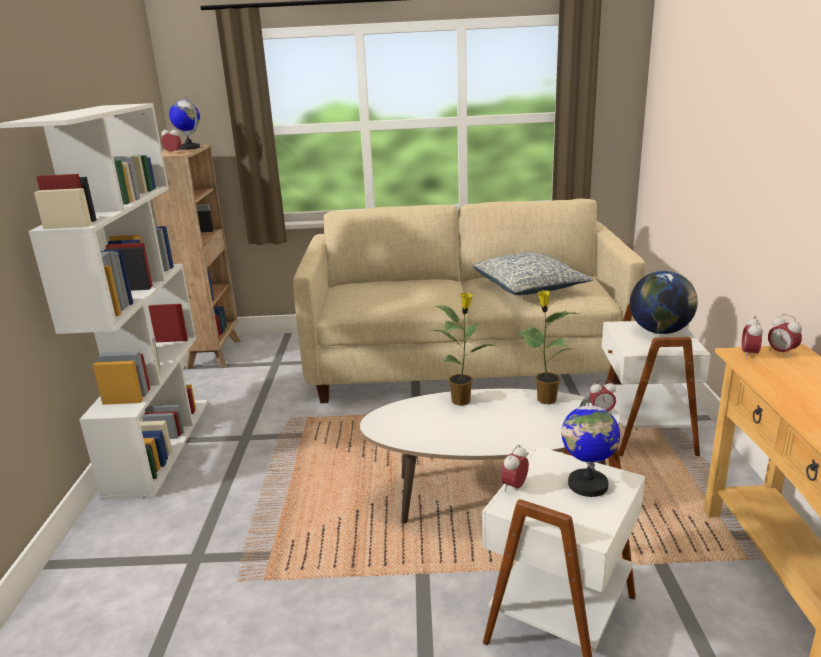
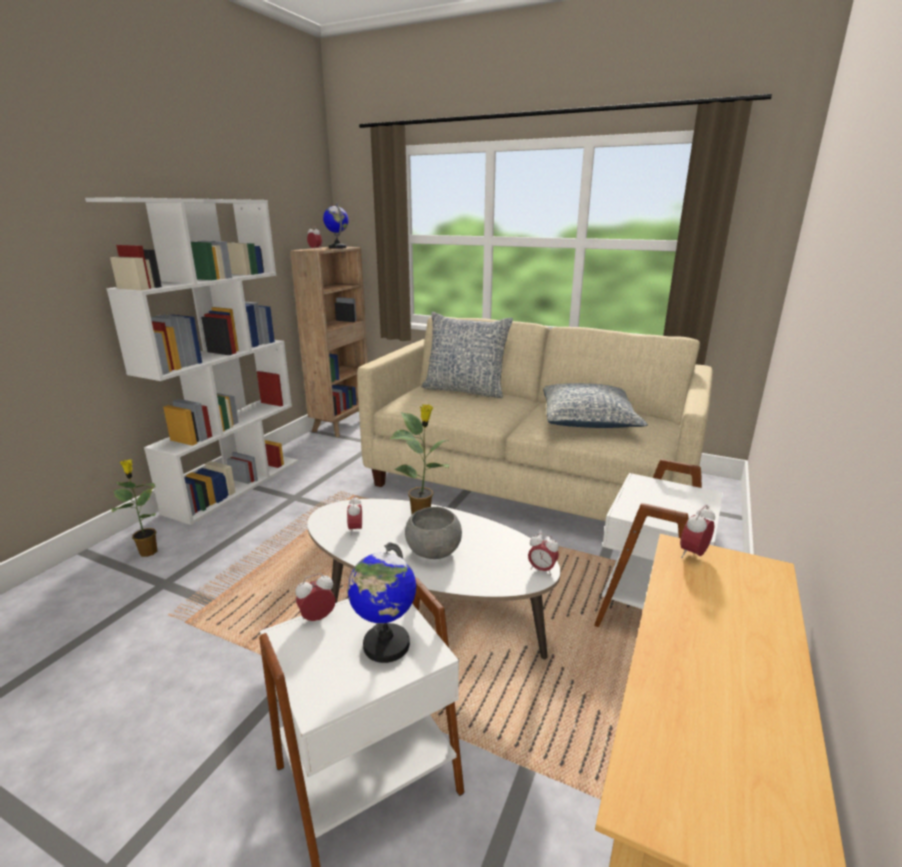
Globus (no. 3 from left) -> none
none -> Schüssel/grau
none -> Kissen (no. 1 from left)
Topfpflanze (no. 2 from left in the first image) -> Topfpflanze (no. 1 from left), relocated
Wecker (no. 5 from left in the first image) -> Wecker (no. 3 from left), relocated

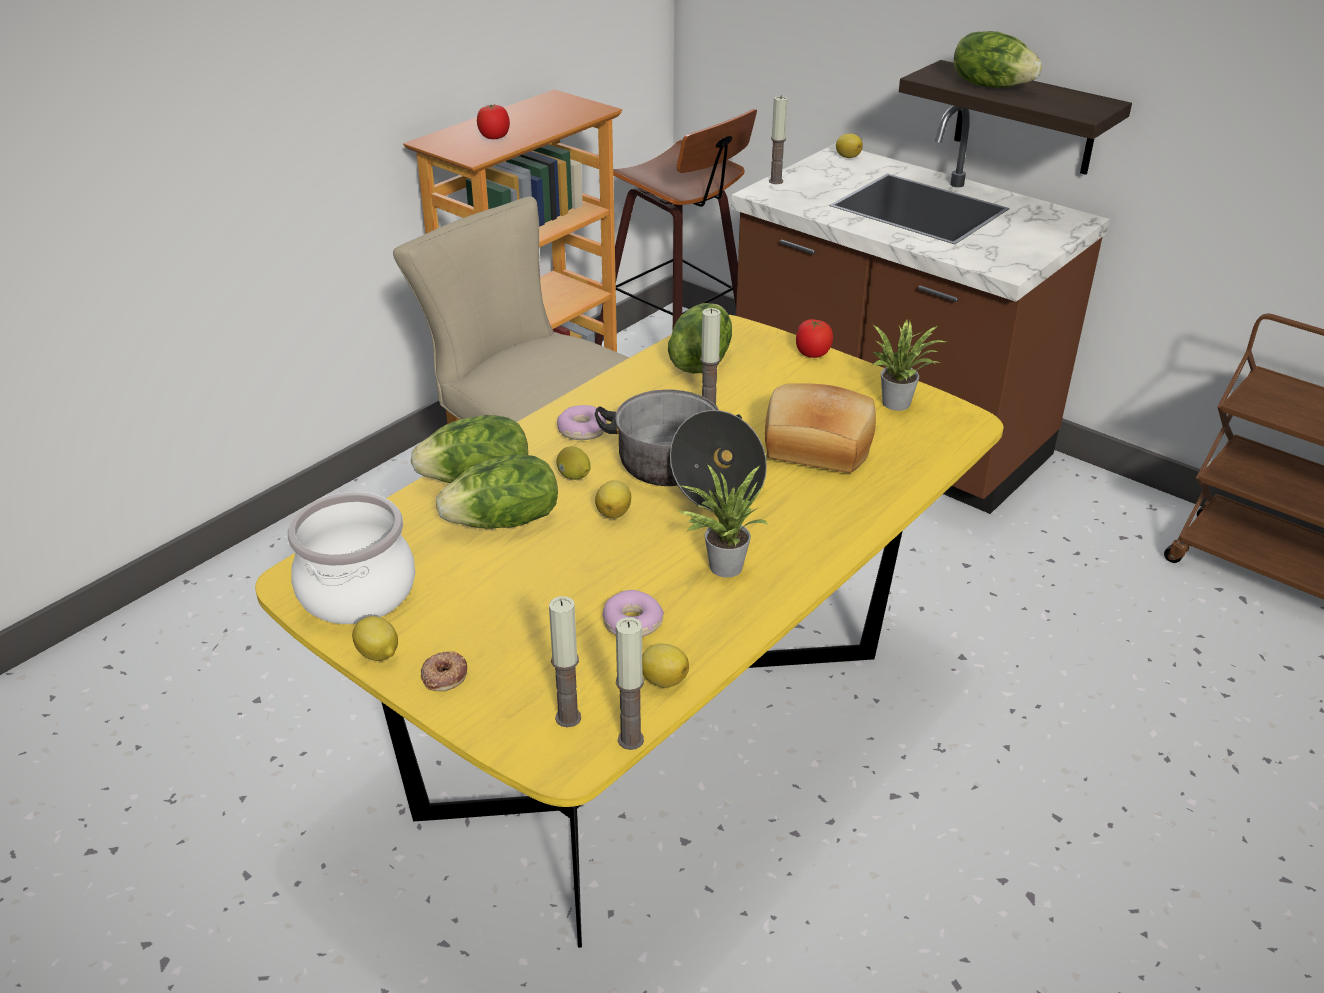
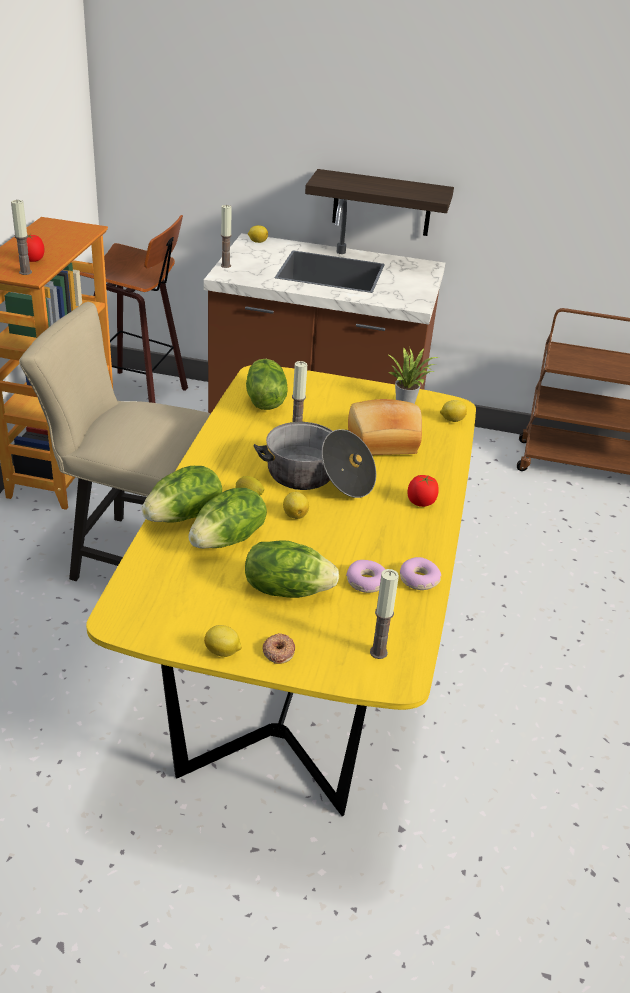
Kochtopf (no. 1 from left) -> none
Topfpflanze (no. 1 from left) -> none
Donut (no. 2 from left in the first image) -> Donut (no. 3 from left), relocated
Kerze (no. 2 from left in the first image) -> Kerze (no. 1 from left), relocated
Zitrone (no. 4 from left in the first image) -> Zitrone (no. 5 from left), relocated
Tomate (no. 2 from left), relocated
Salatkopf (no. 4 from left), relocated

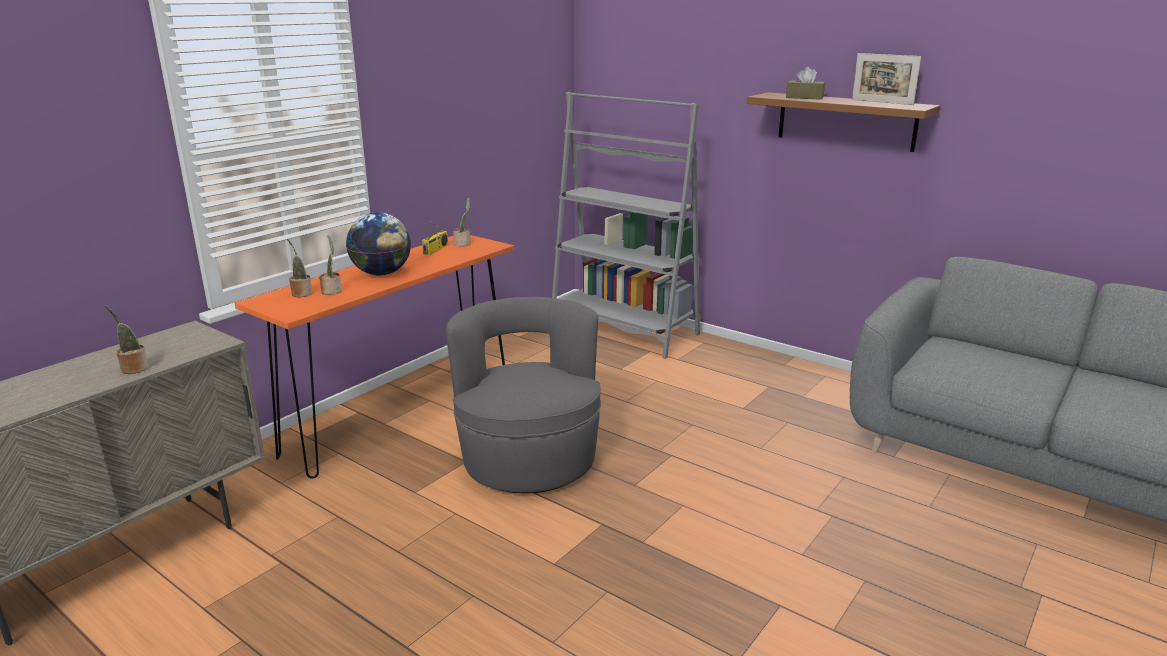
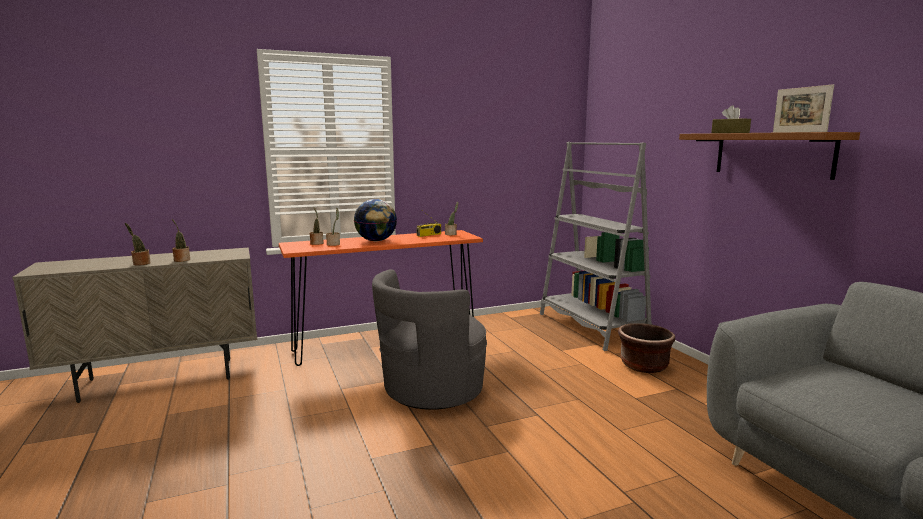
none -> Topfpflanze (no. 1 from left)
none -> Pflanzkübel/braun
Sessel/grau, 150 degrees counterclockwise

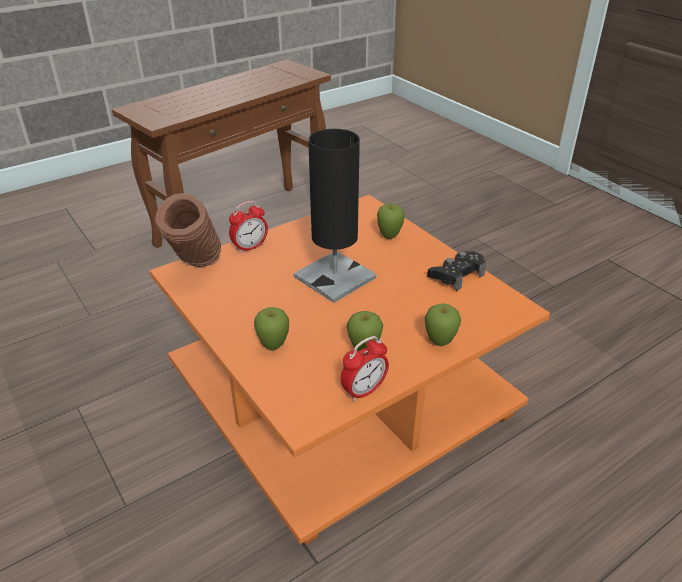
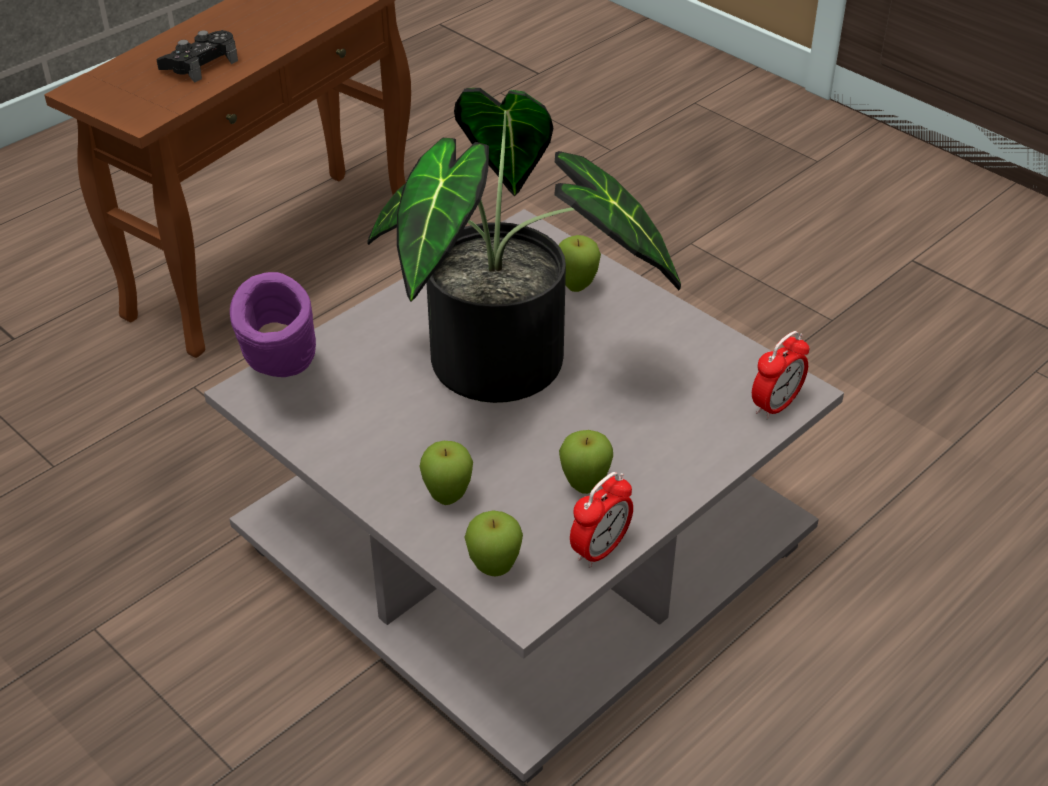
Wecker (no. 1 from left in the first image) -> Wecker (no. 2 from left), relocated
Apfel (no. 4 from left in the first image) -> Apfel (no. 2 from left), relocated
Gamepad/schwarz, relocated
Tischlampe/schwarz -> Topfpflanze
Couchtisch/orange -> Couchtisch/grau
Vase/braun -> Vase/lila

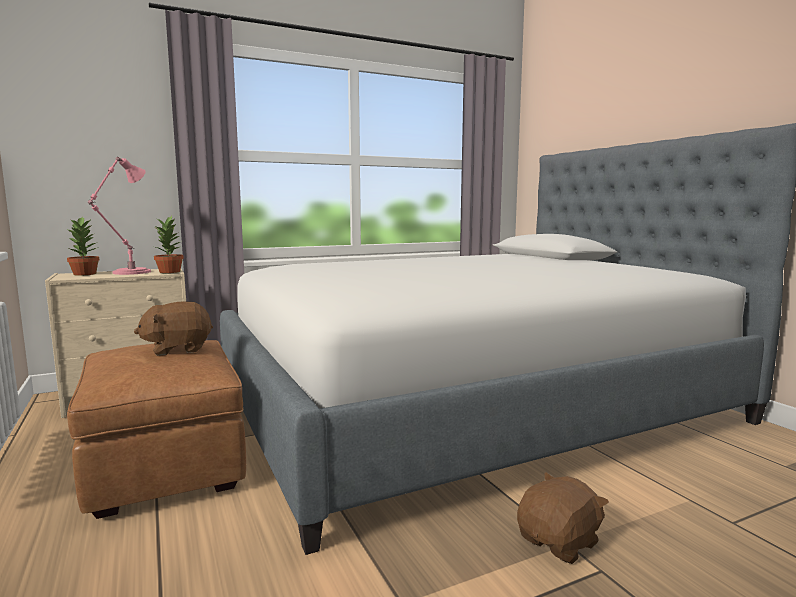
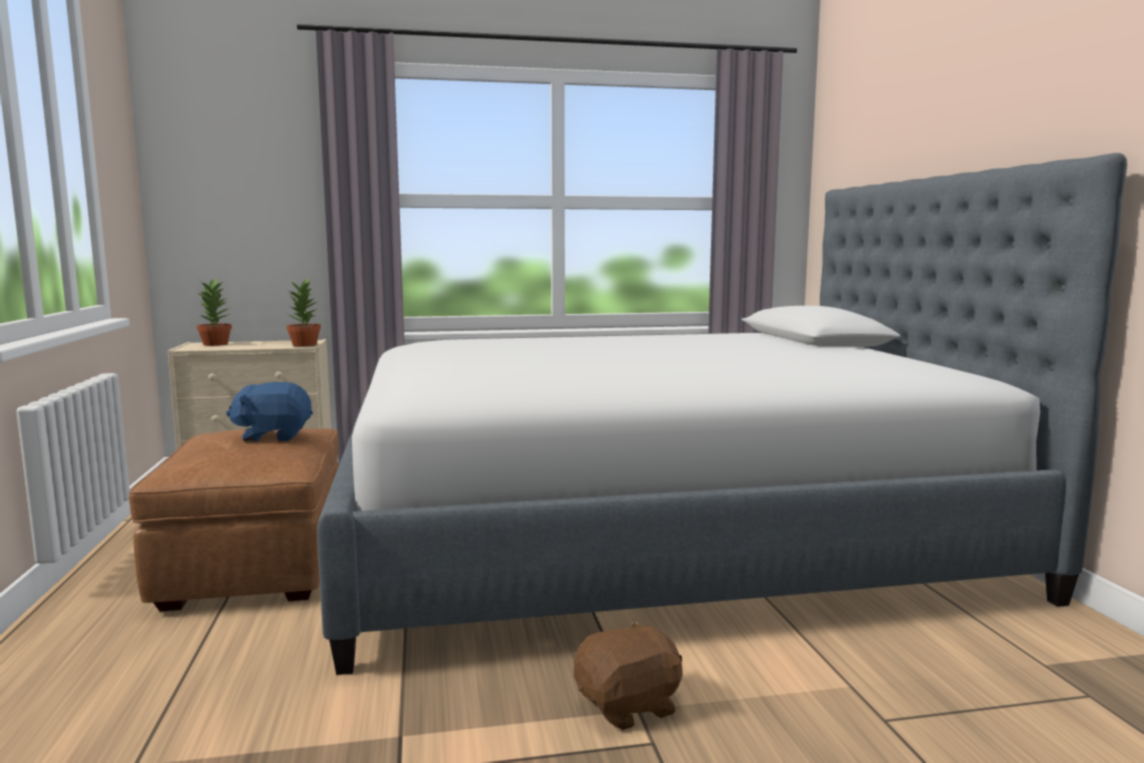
Tischlampe/rosa -> none
Plüschtier/braun (no. 1 from left) -> Plüschtier/blau

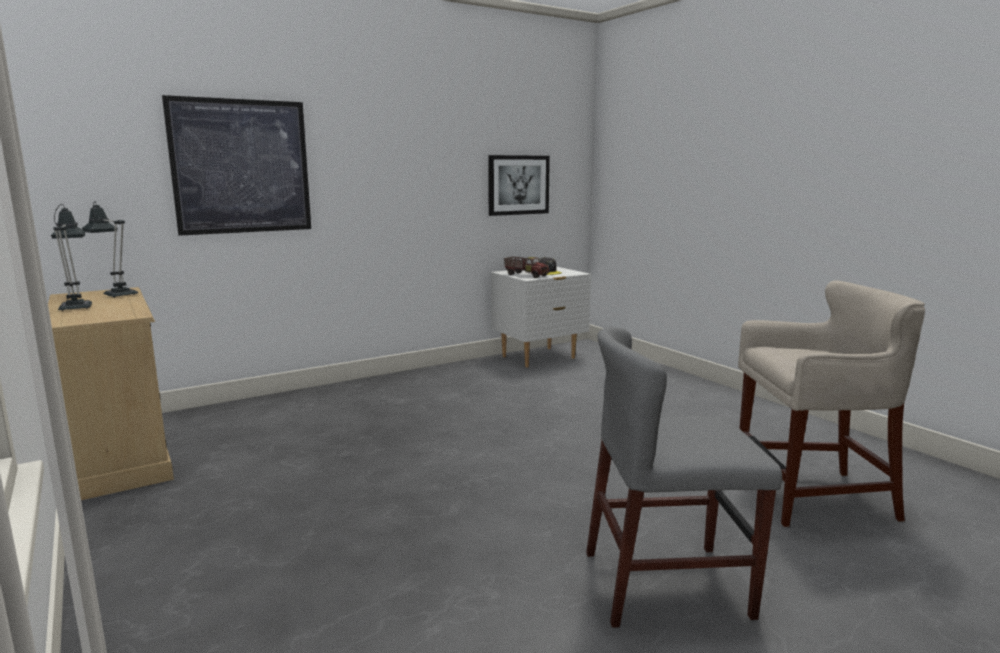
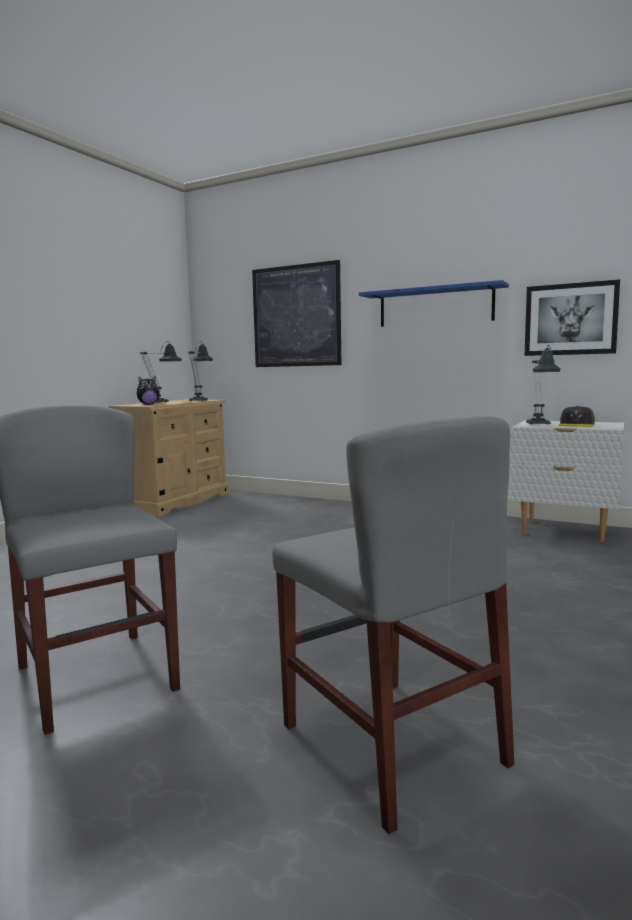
none -> Plüschtier
none -> Wandregal/blau
Spielzeuglaster -> Tischlampe (no. 3 from left)
Hocker/beige -> Stuhl/grau (no. 2 from left)

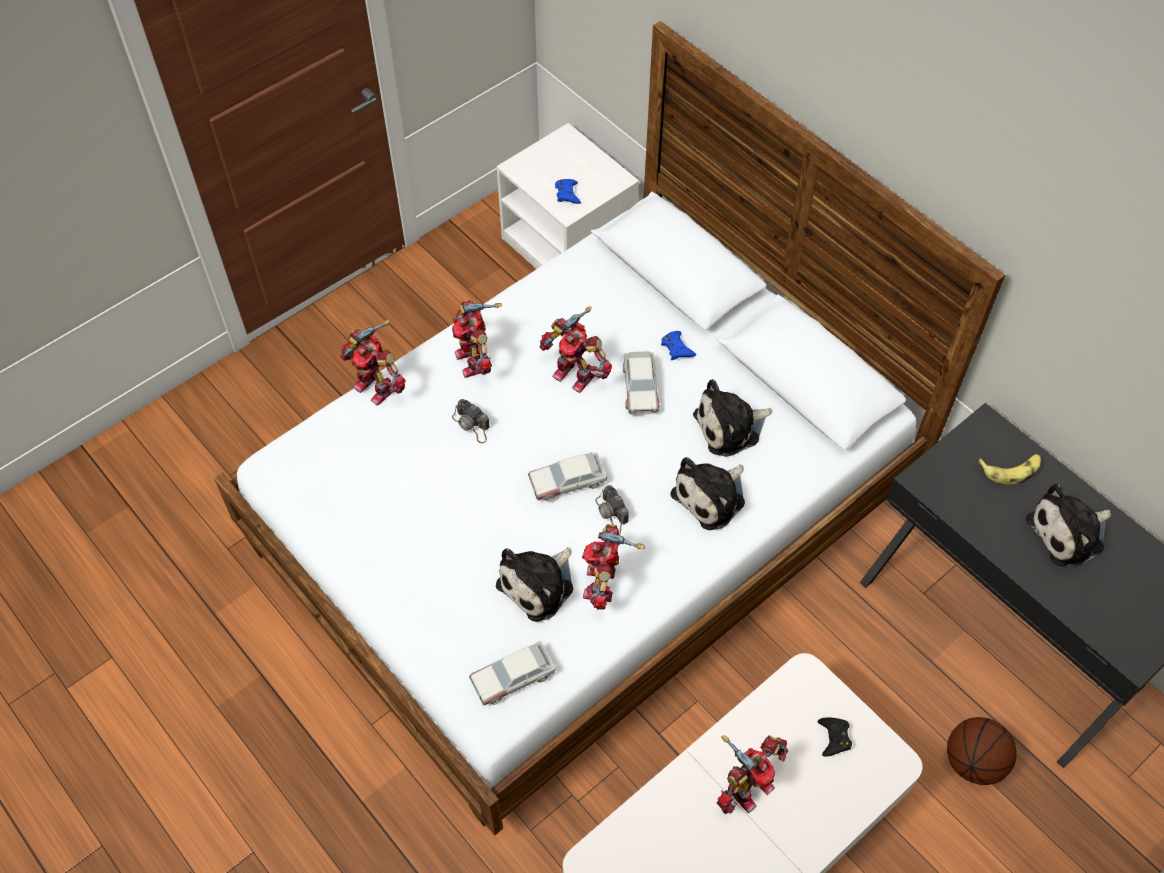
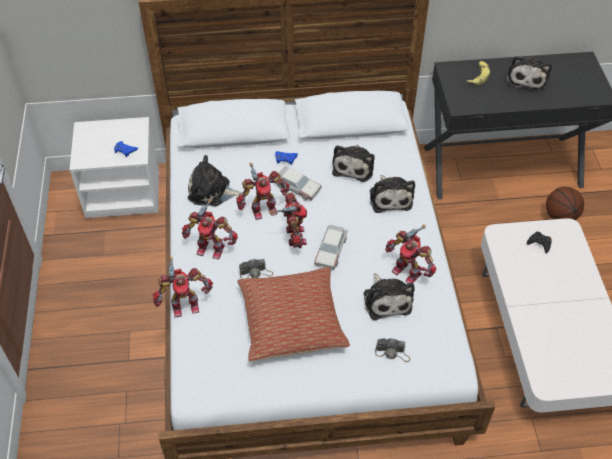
Spielzeugauto (no. 1 from left) -> none
none -> Plüschtier (no. 1 from left)
none -> Kissen
Kamera (no. 2 from left), relocated
Spielzeugroboter (no. 5 from left in the first image) -> Spielzeugroboter (no. 4 from left), relocated

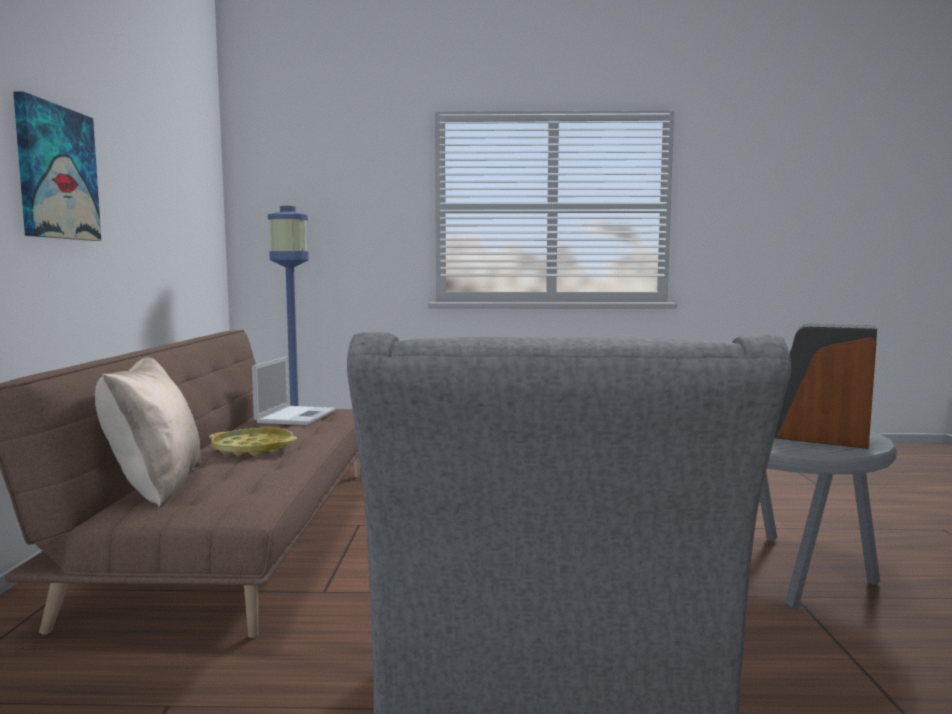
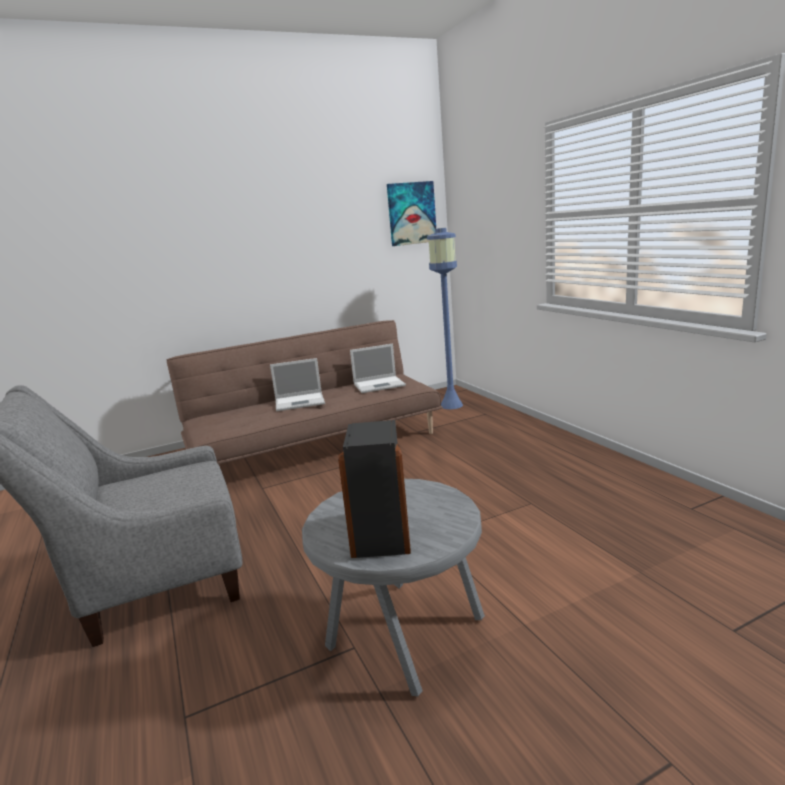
Kissen/beige -> none
Bild, relocated
Tablett/gelb -> Laptop (no. 1 from left)

